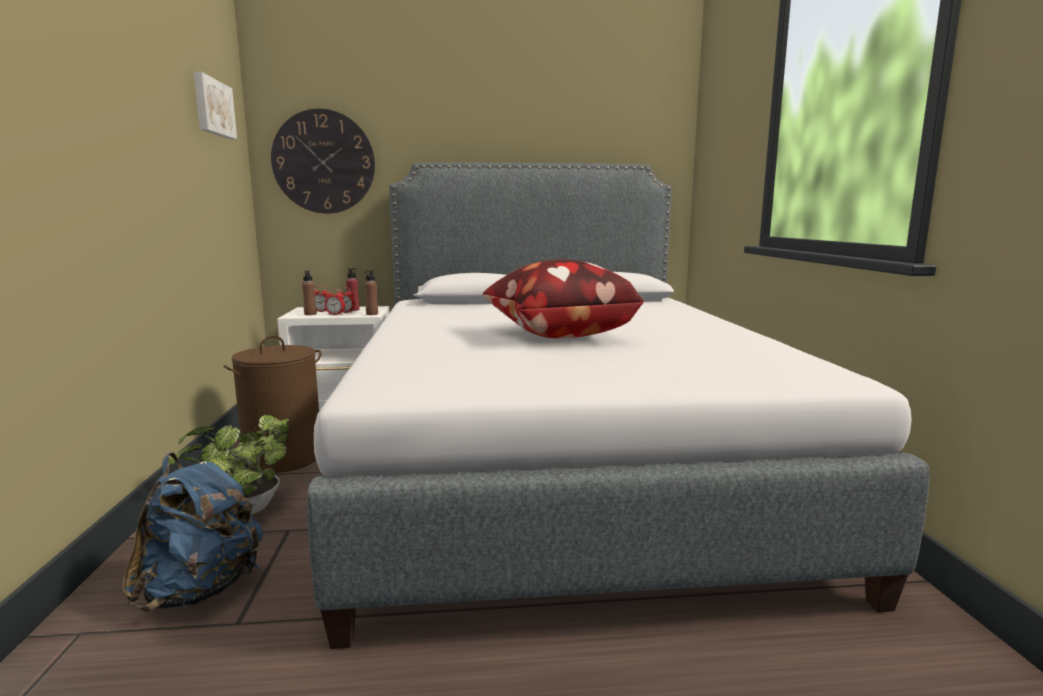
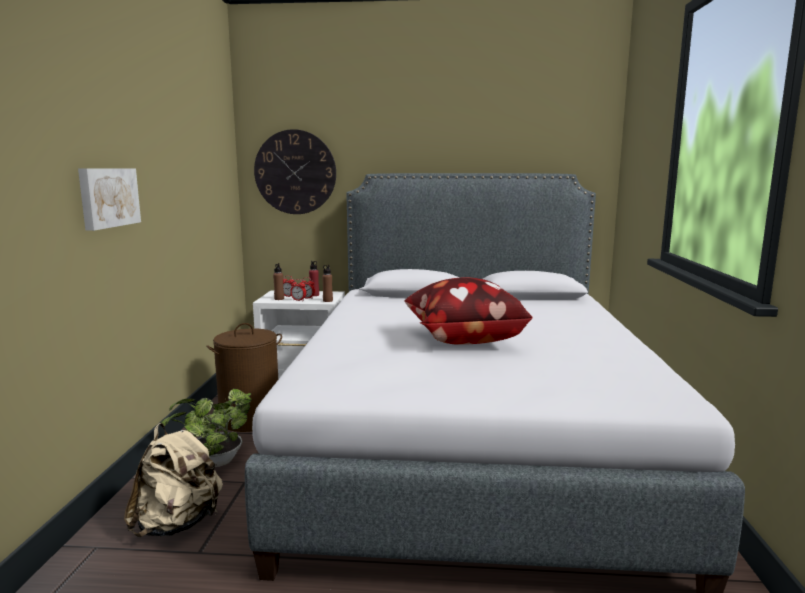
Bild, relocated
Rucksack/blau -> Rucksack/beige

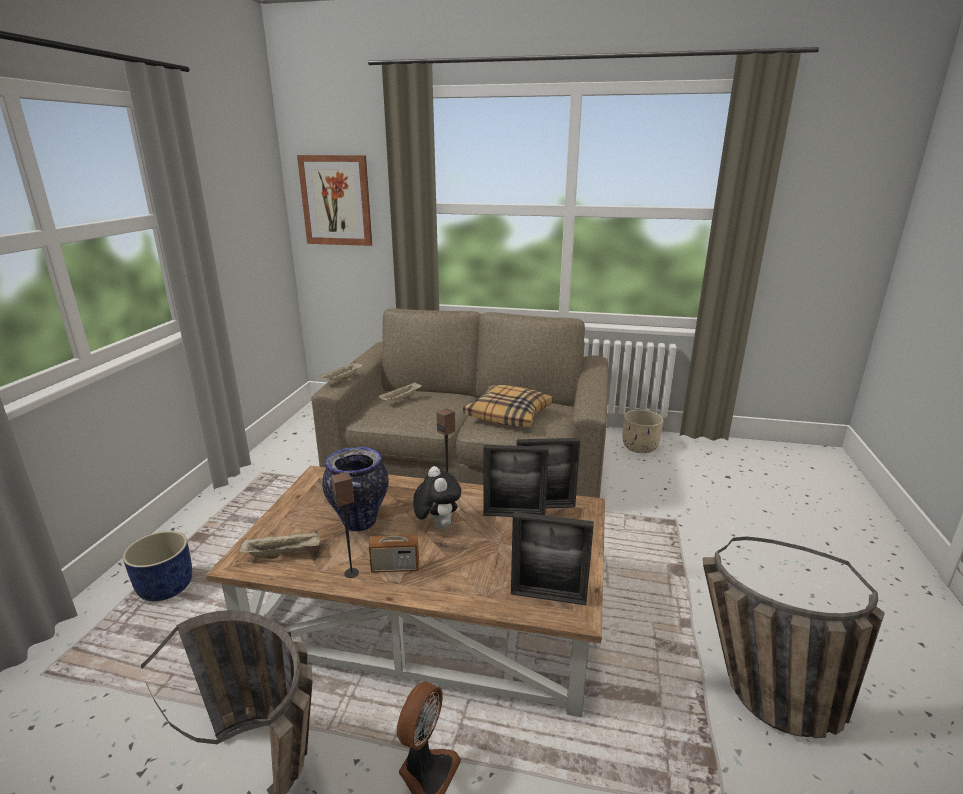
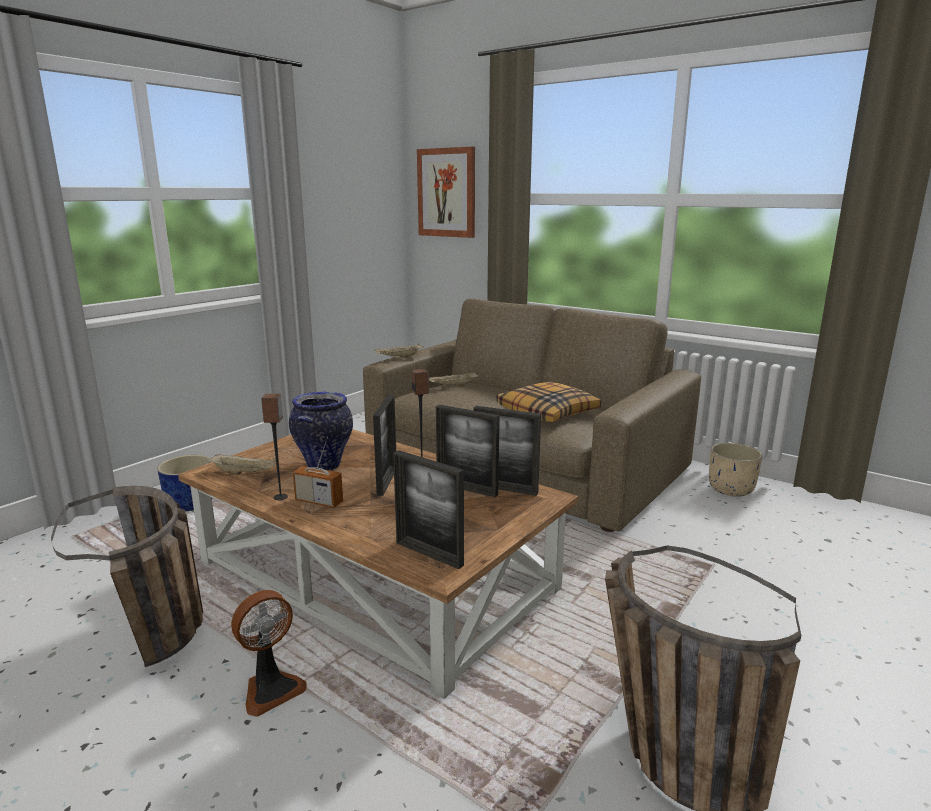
Plüschtier -> Bilderrahmen (no. 1 from left)

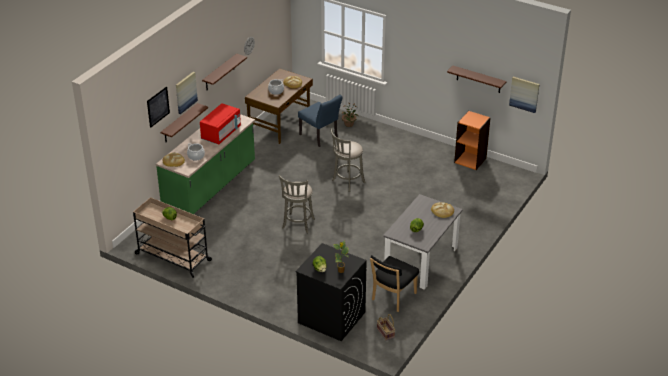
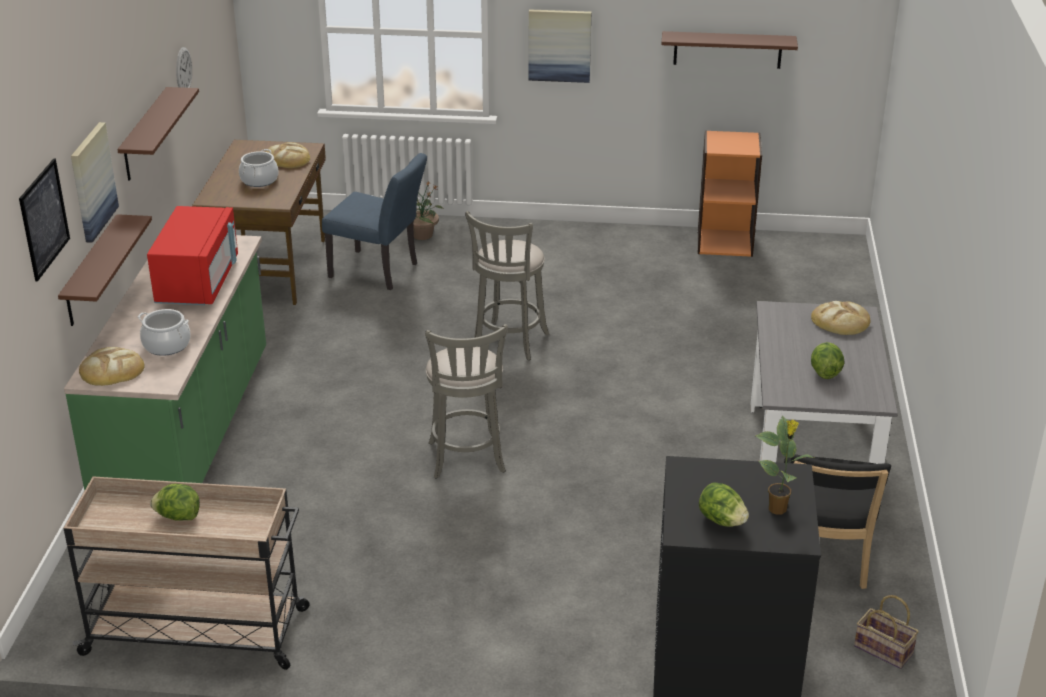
Bild (no. 3 from left), relocated

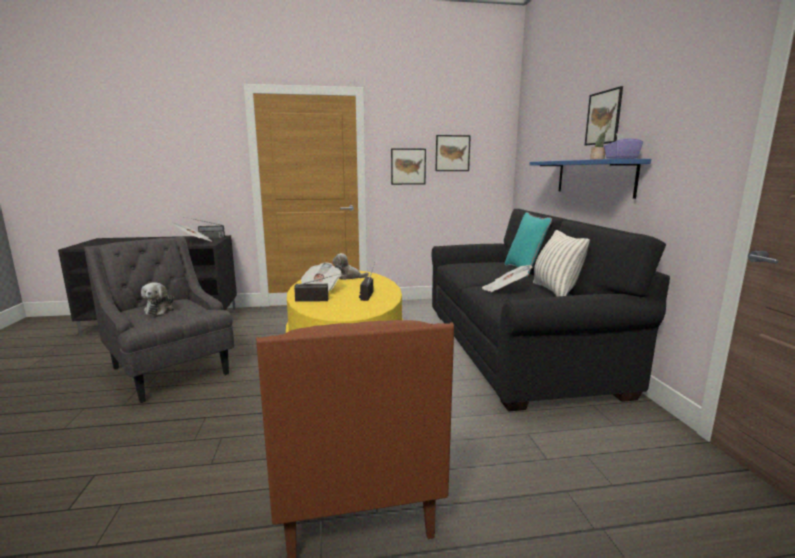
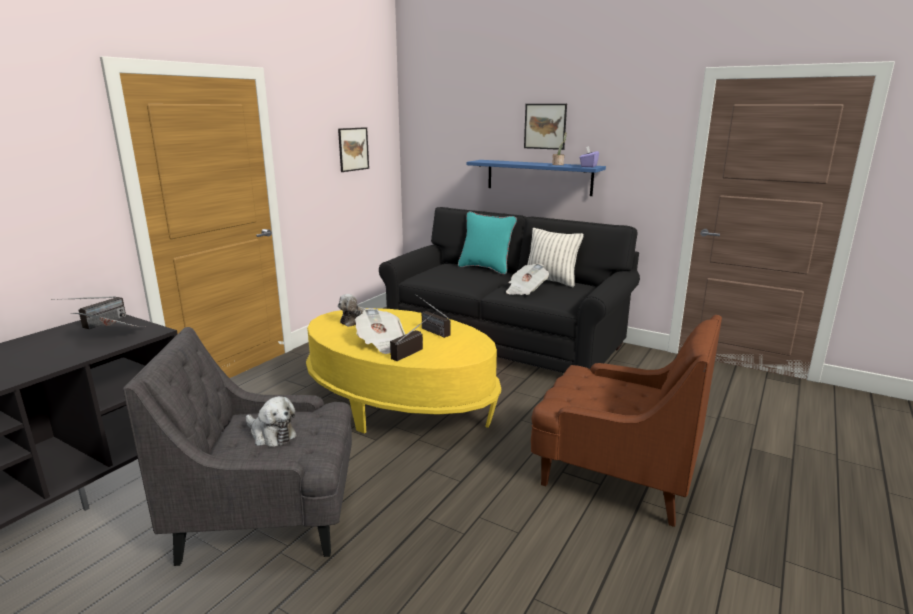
Bild (no. 1 from left) -> none

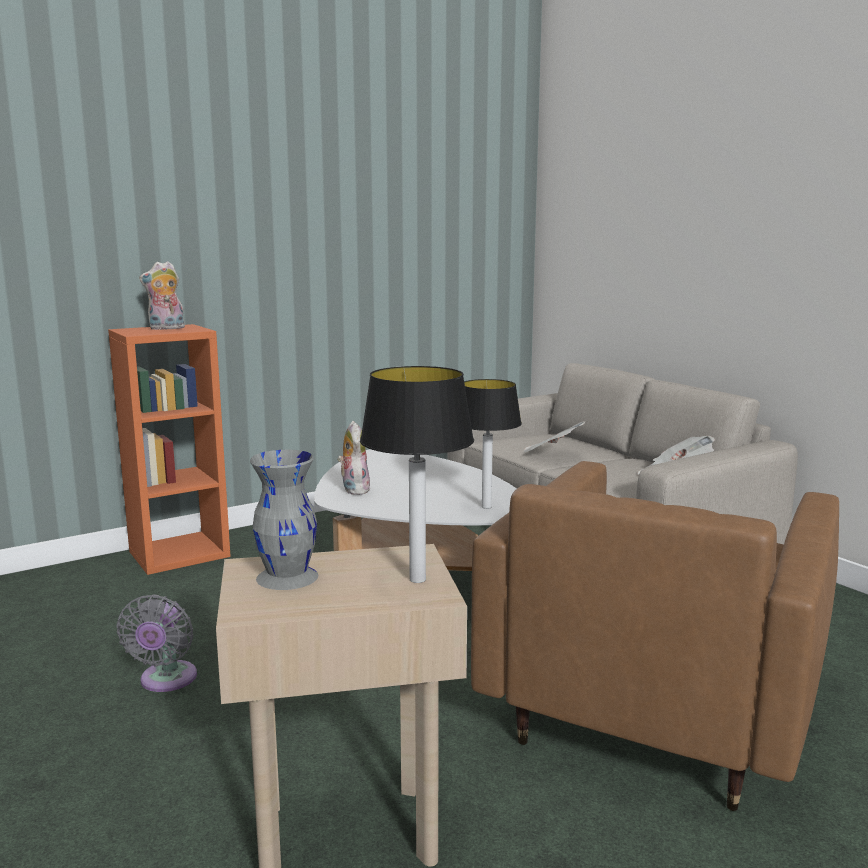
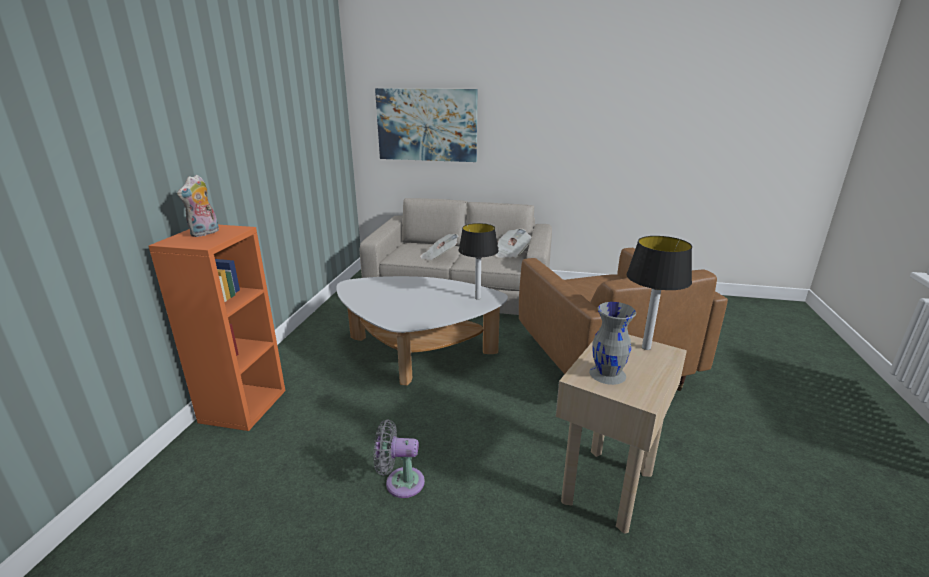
Plüschtier (no. 2 from left) -> none
none -> Bild
Ventilator/grau, 135 degrees clockwise

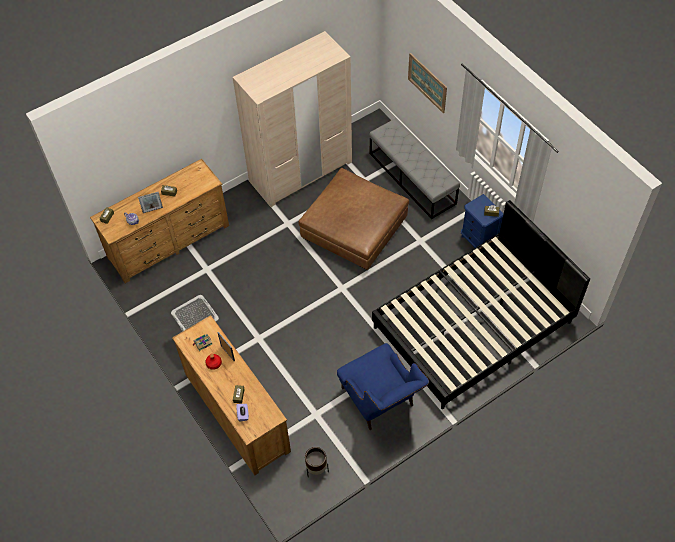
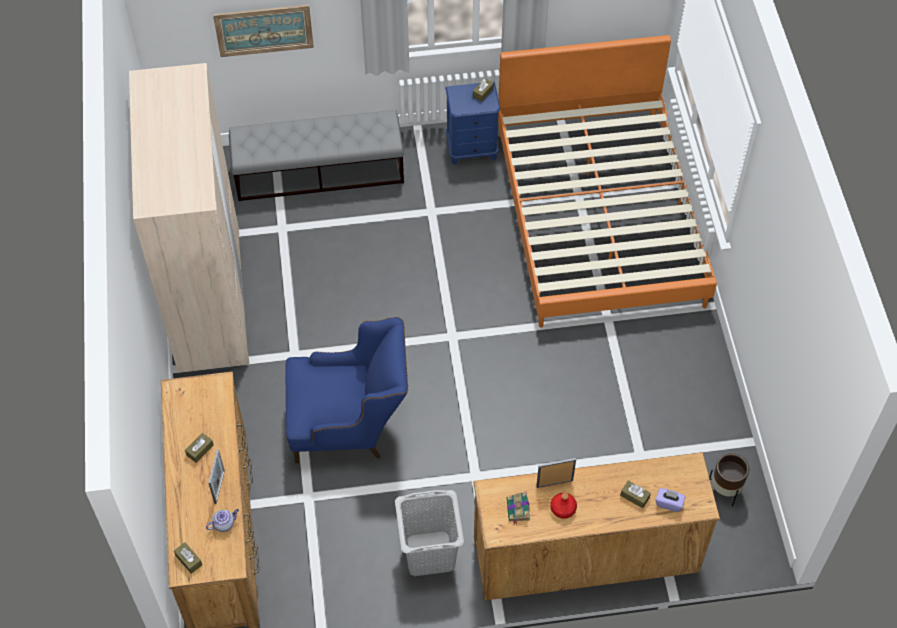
Polsterhocker/braun -> none
Sessel/blau, relocated
Bett/schwarz -> Bett/orange

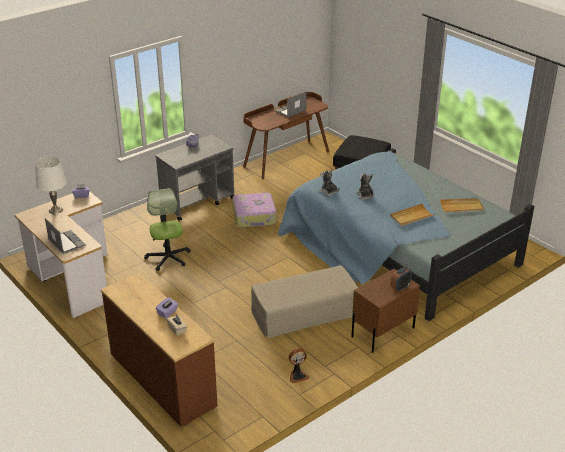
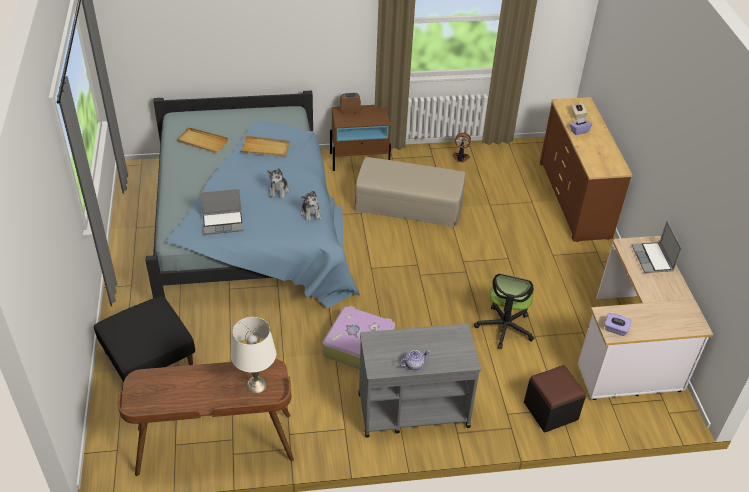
none -> Polsterhocker/schwarz (no. 2 from left)
Tischlampe/weiß, relocated
Laptop (no. 2 from left in the first image) -> Laptop (no. 1 from left), relocated

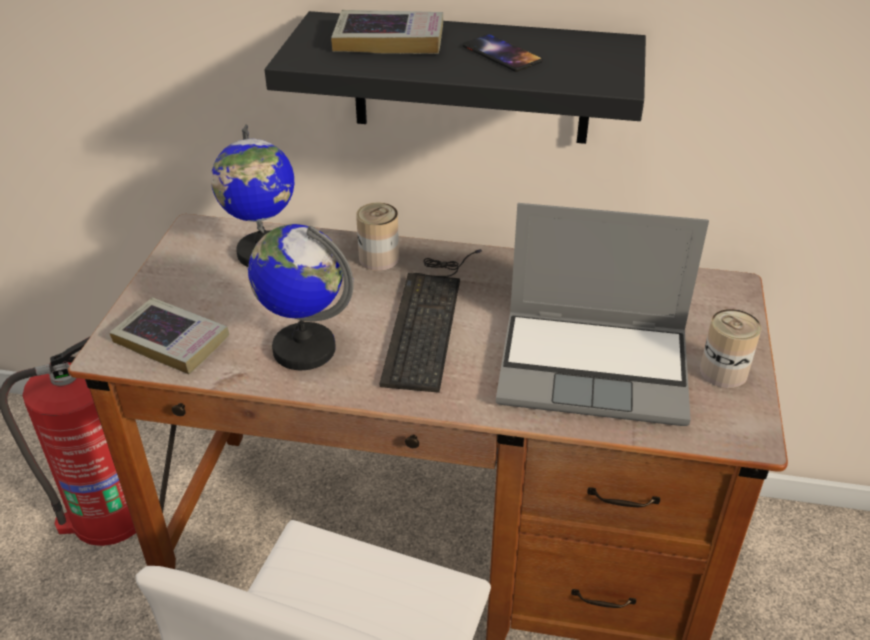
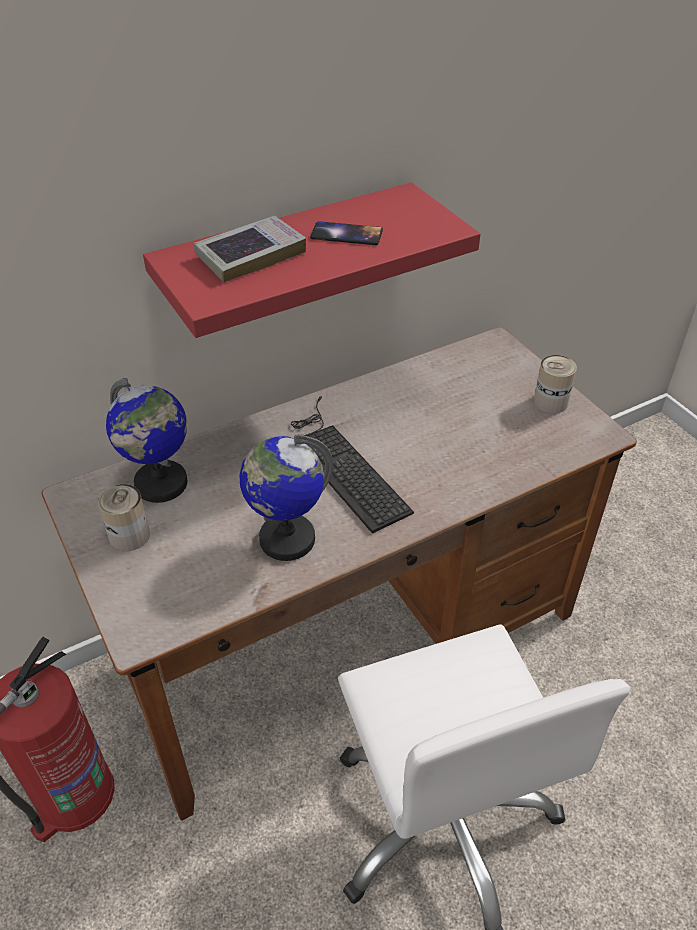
Buch (no. 1 from left) -> none
Laptop -> none
Dose (no. 1 from left), relocated
Wandregal/schwarz -> Wandregal/rot

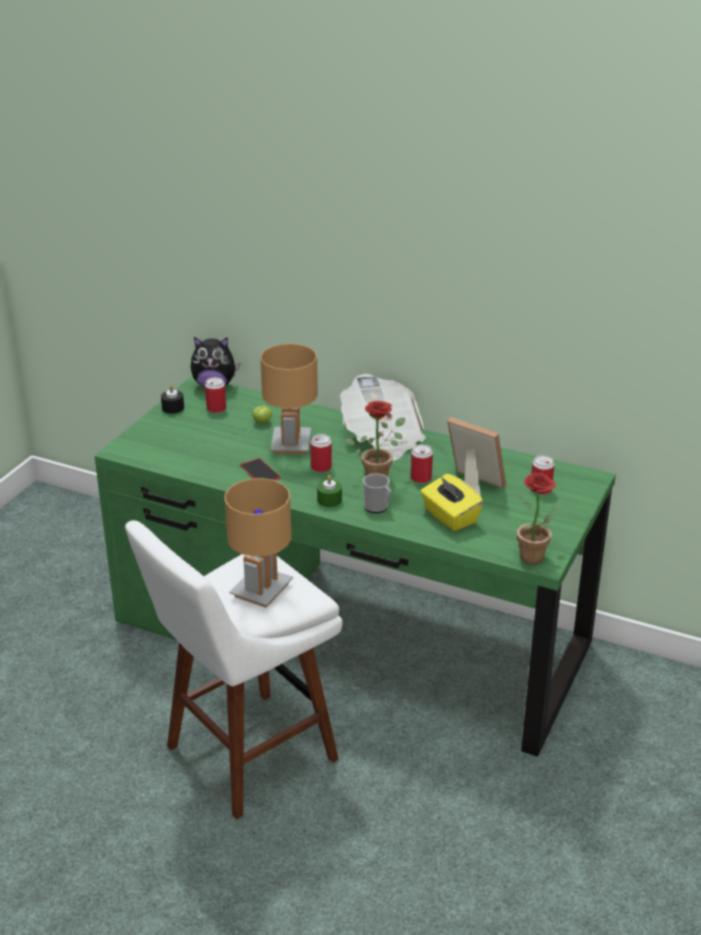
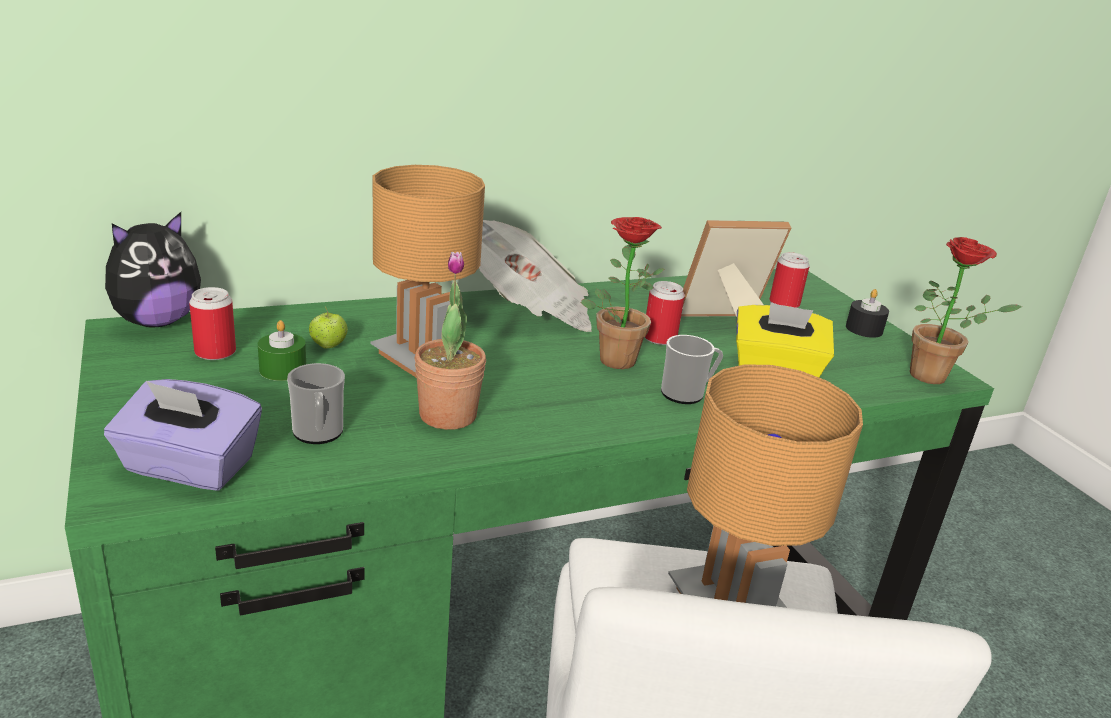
Dose (no. 2 from left) -> none
none -> Taschentuchbox/lila
none -> Henkelbecher (no. 1 from left)
Kerze/schwarz, relocated
Kerze/grün, relocated
Handy -> Topfpflanze (no. 1 from left)

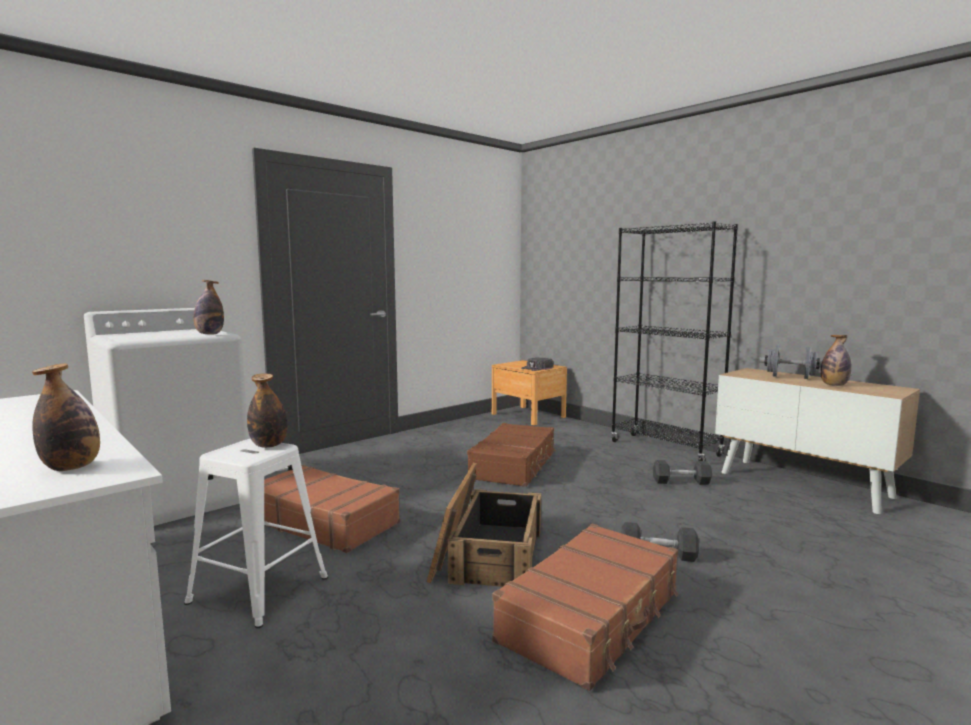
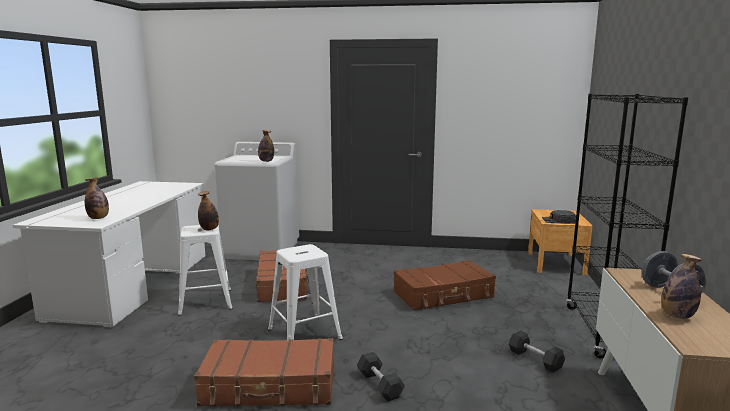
Kiste -> Hocker/weiß (no. 2 from left)

